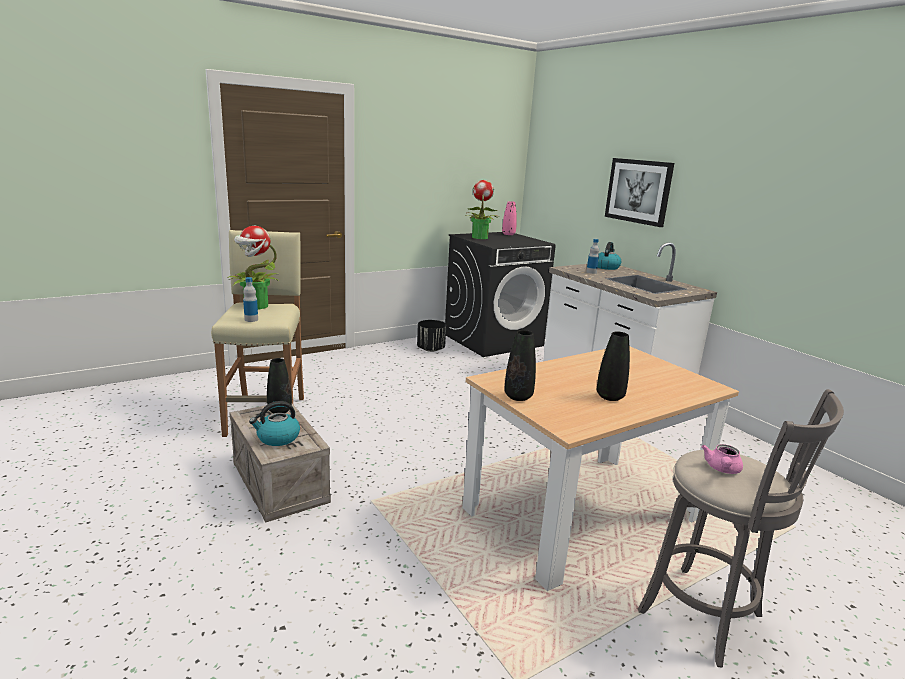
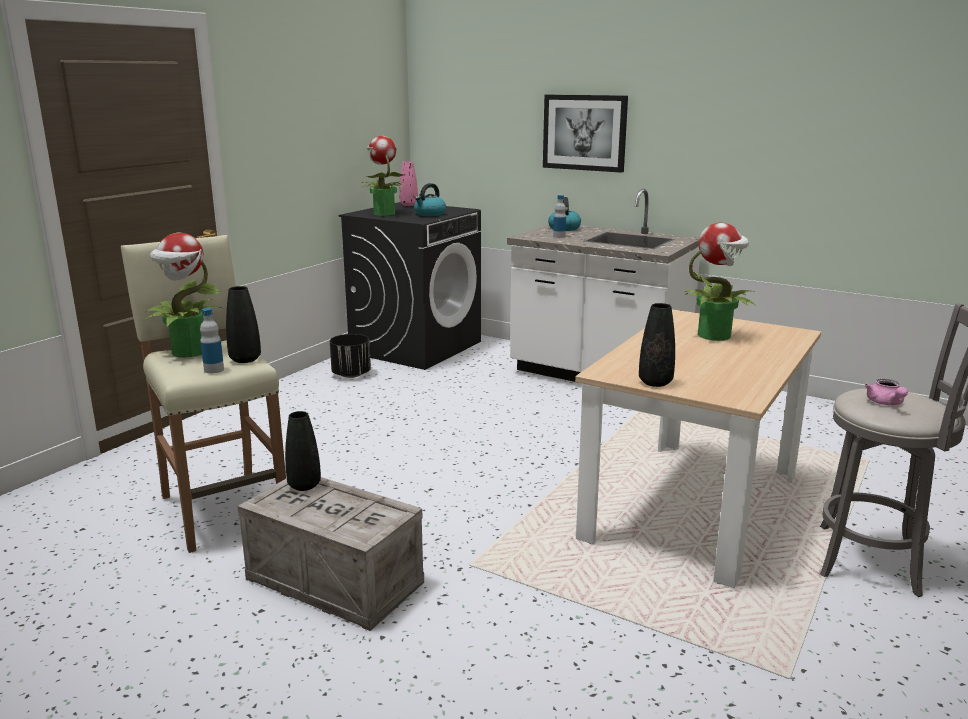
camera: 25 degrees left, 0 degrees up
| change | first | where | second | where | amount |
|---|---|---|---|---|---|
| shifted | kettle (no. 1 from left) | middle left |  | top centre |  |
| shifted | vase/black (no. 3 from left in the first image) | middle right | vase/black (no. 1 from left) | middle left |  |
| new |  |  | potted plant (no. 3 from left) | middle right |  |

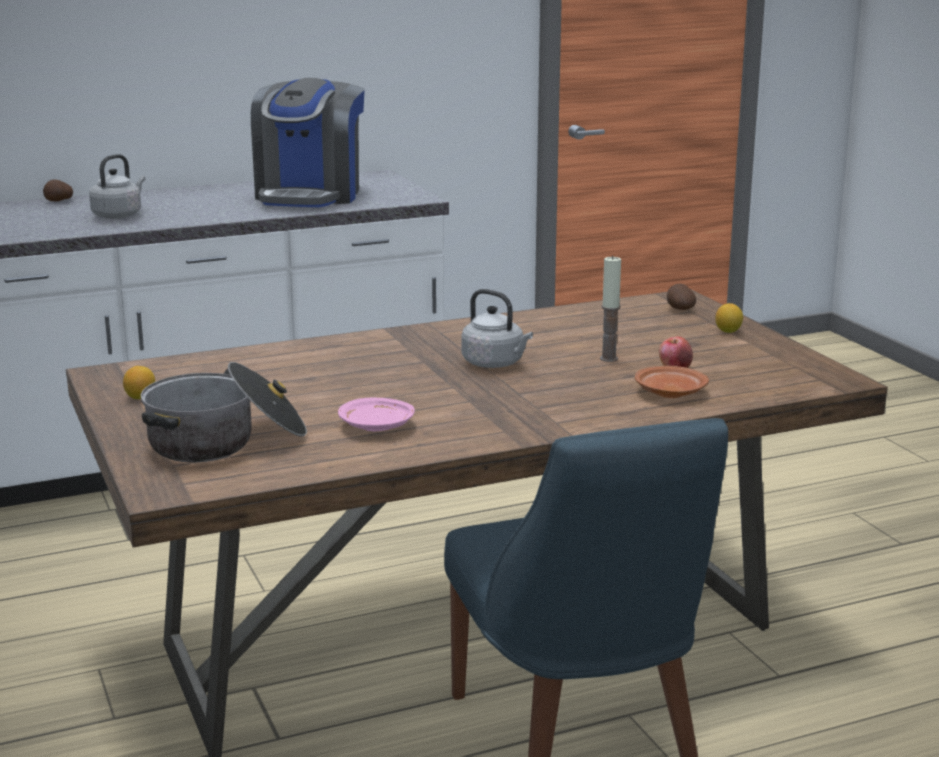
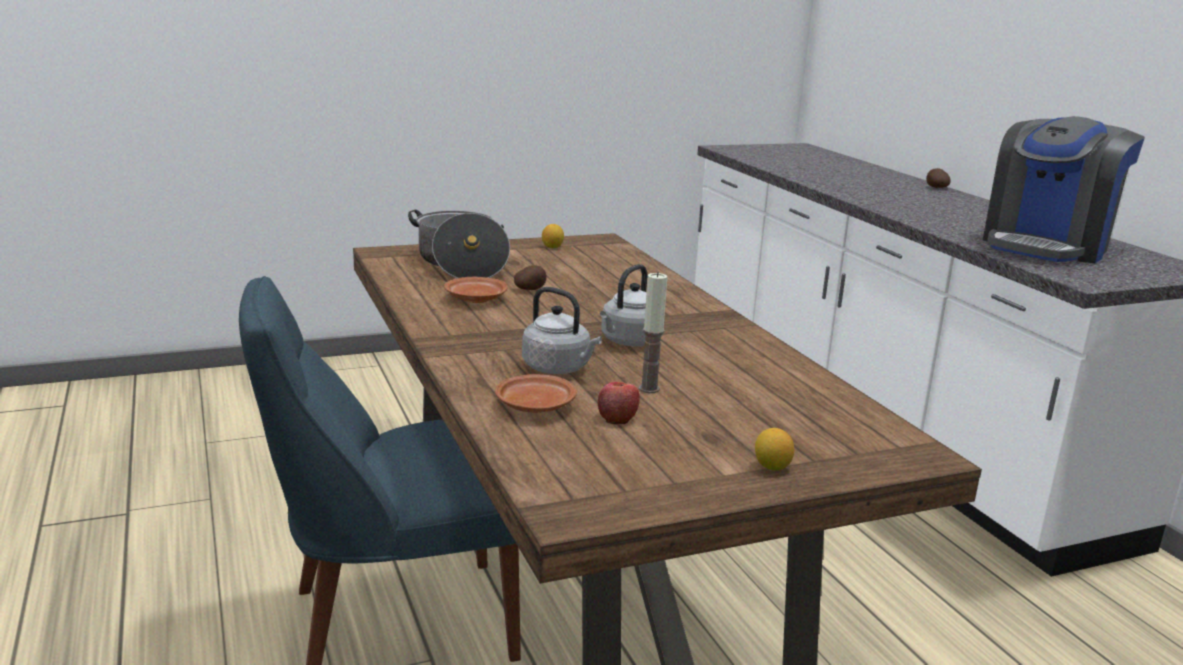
camera: 90 degrees right, 0 degrees up
| change | first | where | second | where | amount |
|---|---|---|---|---|---|
| shifted | kettle/grey (no. 1 from left) | top left |  | centre |  |
| rotated | coffee machine | top left |  | top right | 60 degrees counterclockwise |
| repainted | plate/pink | centre | plate/brown (no. 1 from left) | centre |  |
| shifted | potato (no. 2 from left in the first image) | middle right | potato (no. 1 from left) | centre |  |

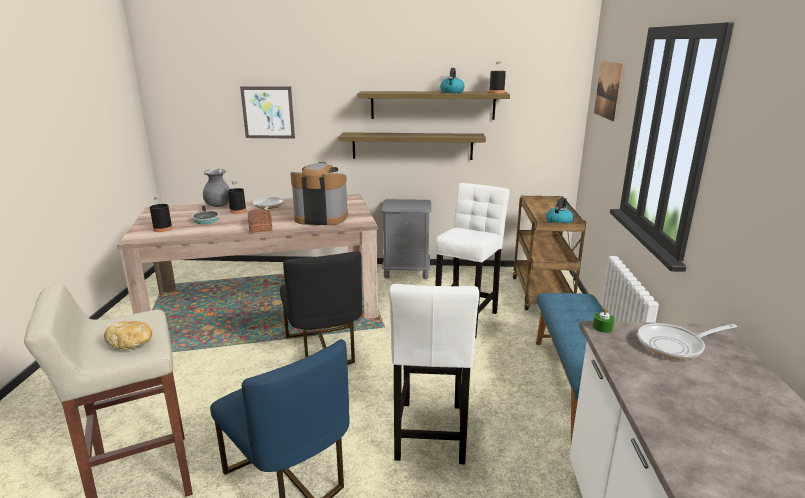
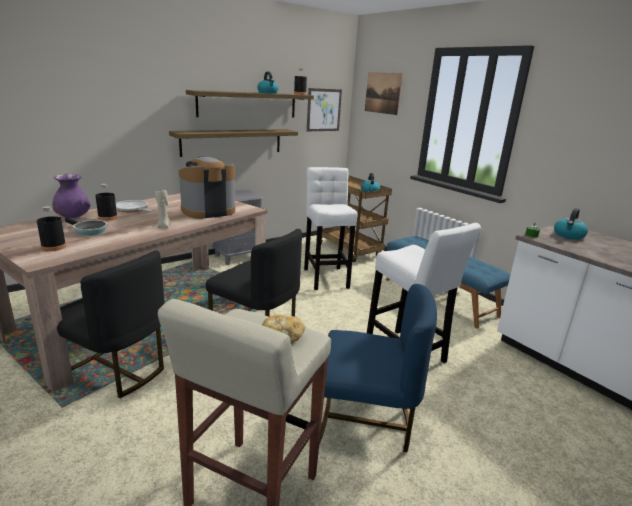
camera: 40 degrees left, 0 degrees up
| change | first | where | second | where | amount |
|---|---|---|---|---|---|
| repainted | vase/grey | middle left | vase/purple | middle left |  |
| shifted | picture (no. 1 from left) | top left |  | top centre |  |
| swapped | bread (no. 2 from left) | middle left | candle/beige | middle left |  |
| swapped | frying pan (no. 3 from left) | bottom right | kettle (no. 3 from left) | middle right |  |
| new |  |  | chair/black (no. 1 from left) | middle left |  |

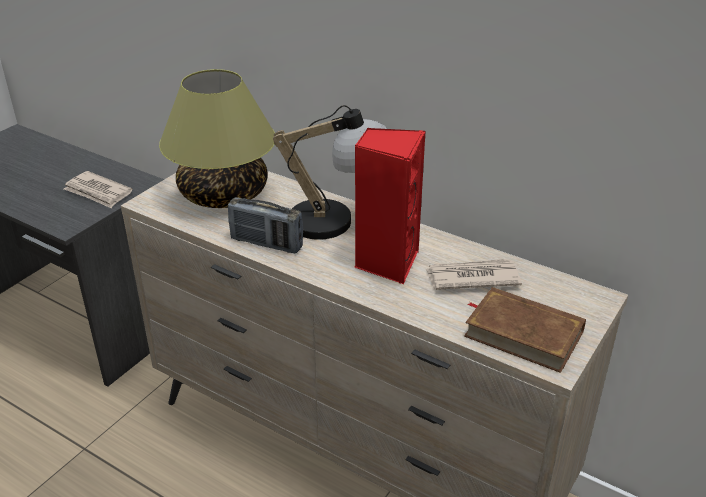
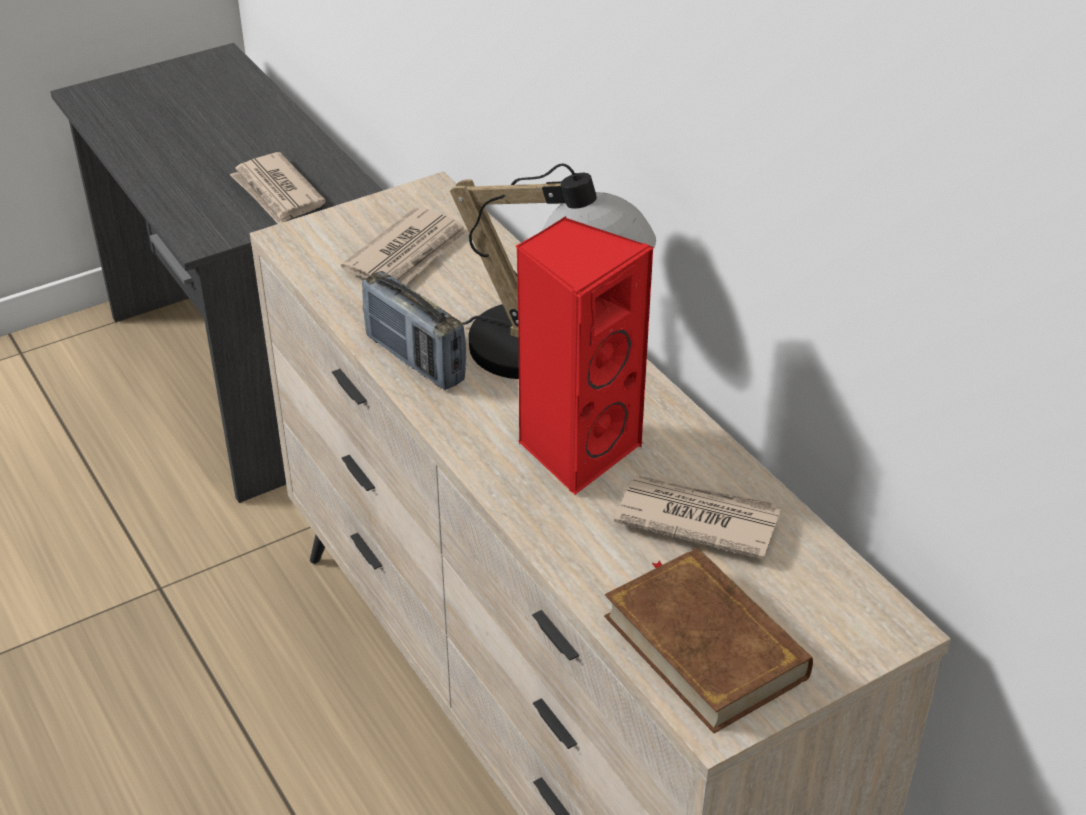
camera: 25 degrees right, 5 degrees up
| change | first | where | second | where | amount |
|---|---|---|---|---|---|
| swapped | table lamp (no. 1 from left) | top left | newspaper (no. 2 from left) | top centre |  |

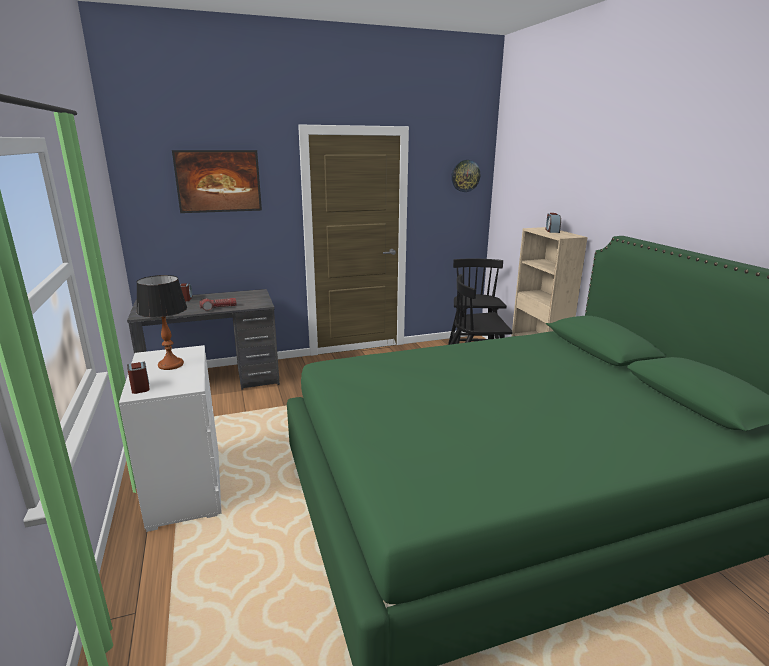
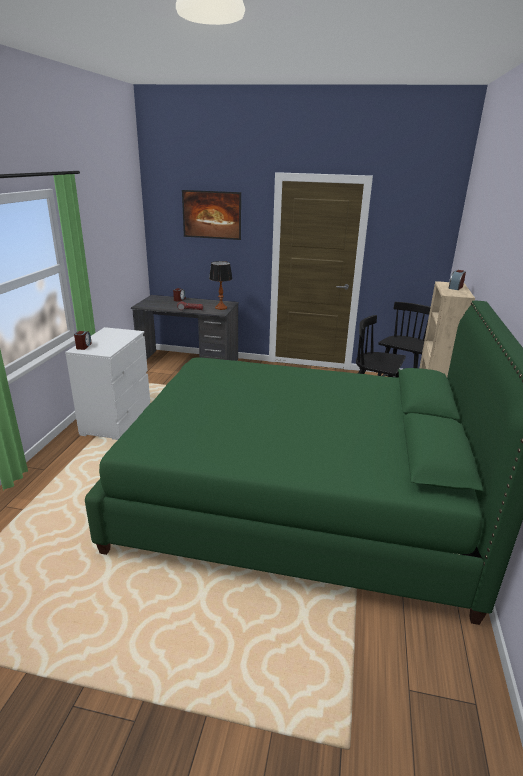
camera: 30 degrees right, 5 degrees up
| change | first | where | second | where | amount |
|---|---|---|---|---|---|
| shifted | table lamp | middle left |  | centre |  |
| gone | wall clock | top centre |  |  |  |

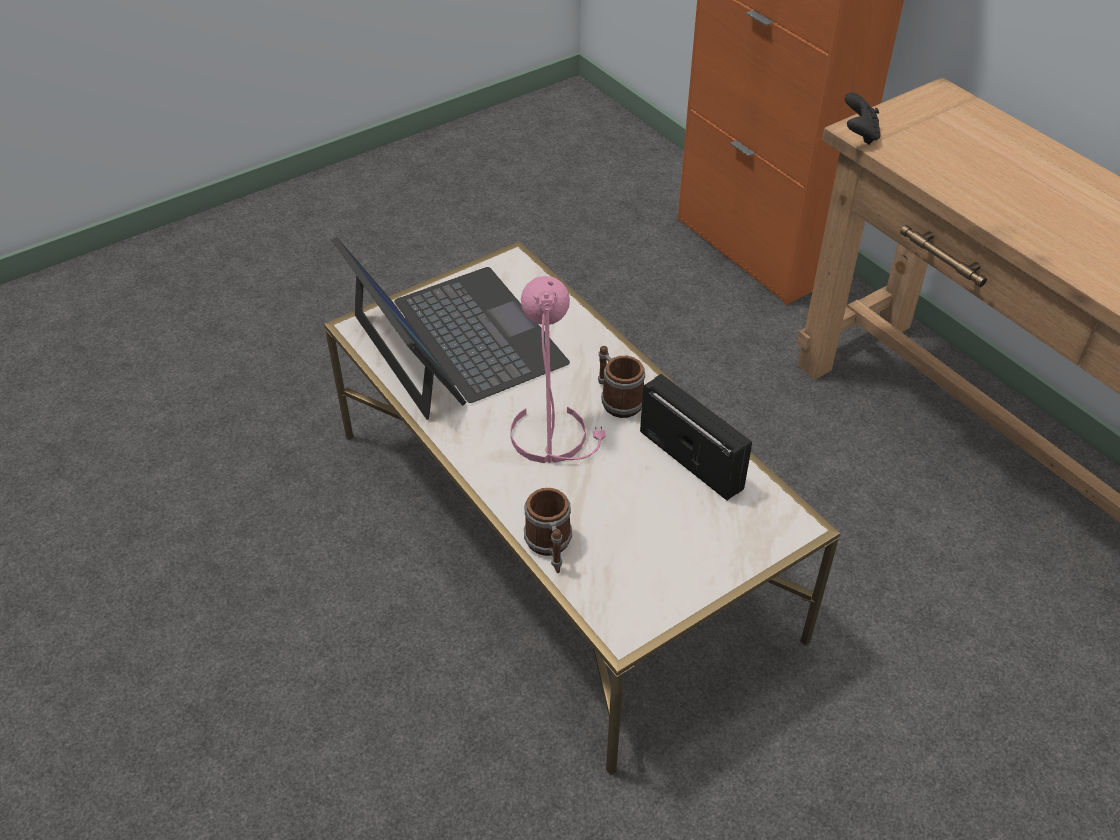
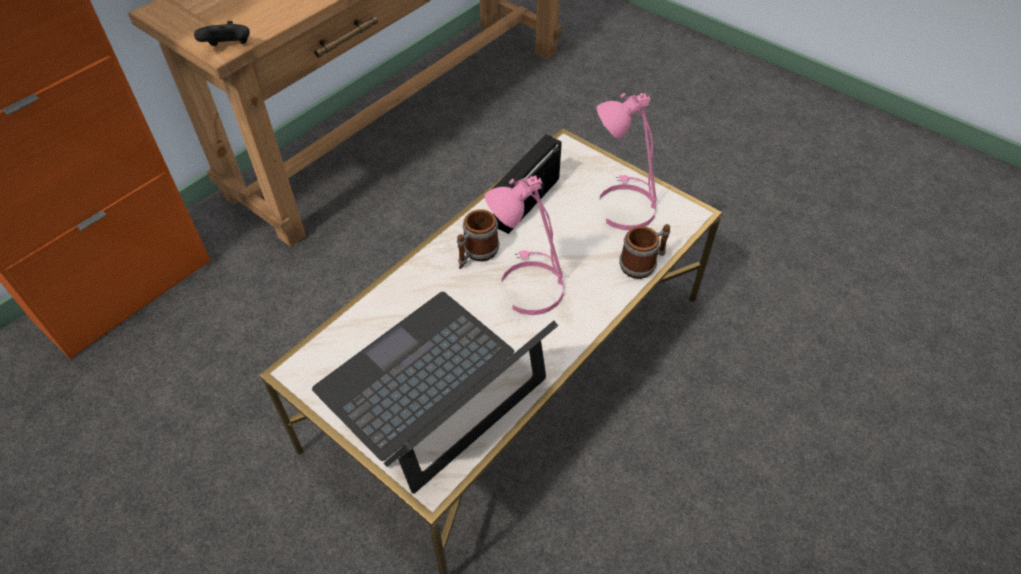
camera: 105 degrees left, 5 degrees up
| change | first | where | second | where | amount |
|---|---|---|---|---|---|
| new |  |  | table lamp/pink (no. 2 from left) | top centre |  |

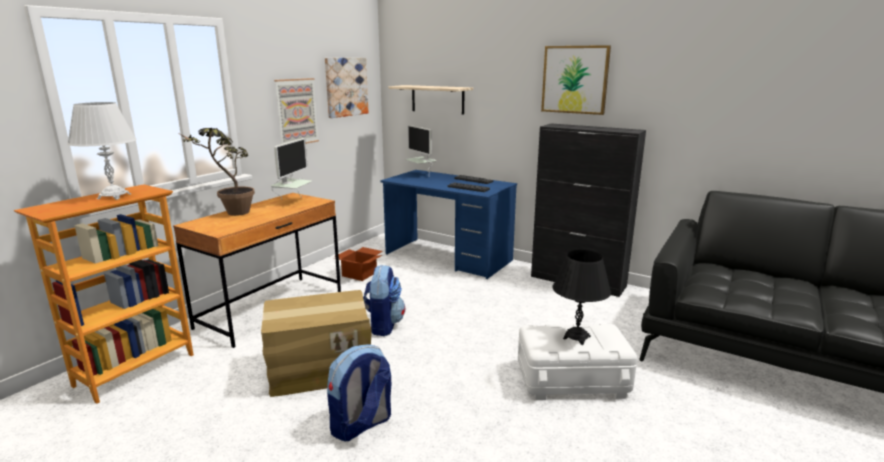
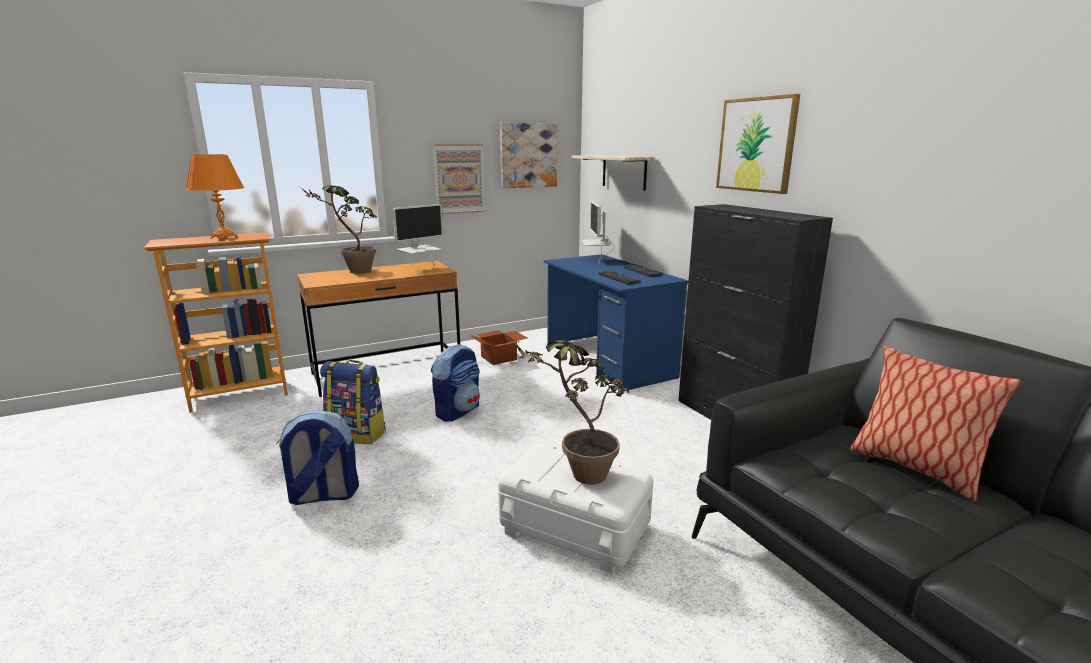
camera: 30 degrees right, 0 degrees up
| change | first | where | second | where | amount |
|---|---|---|---|---|---|
| repainted | table lamp/white | top left | table lamp/orange | top left |  |
| swapped | cardboard box (no. 1 from left) | bottom centre | backpack (no. 2 from left) | middle left |  |
| swapped | table lamp/black | centre | potted plant (no. 2 from left) | centre |  |
| new |  |  | pillow | middle right |  |

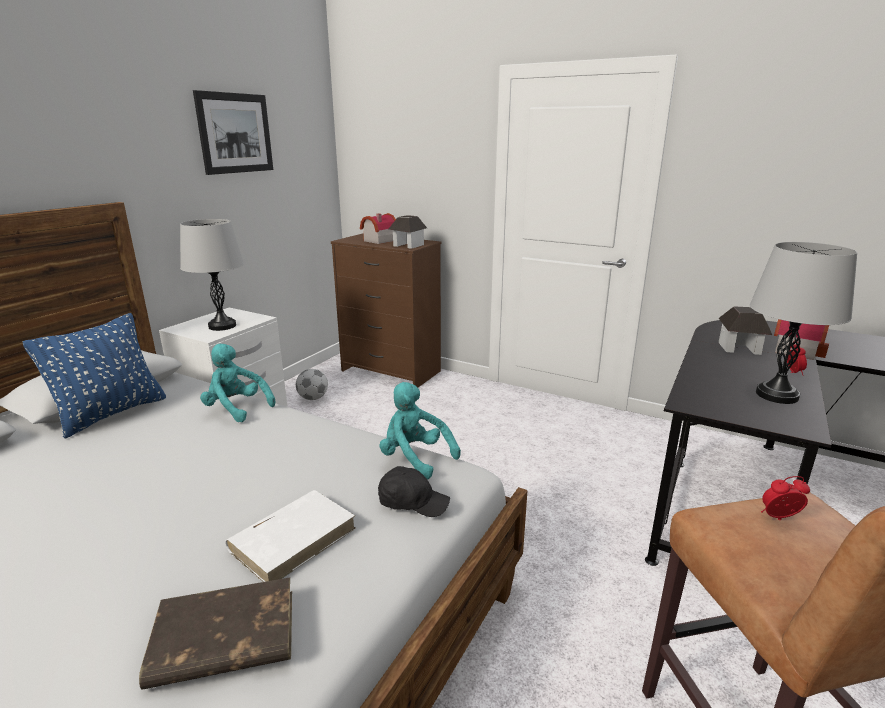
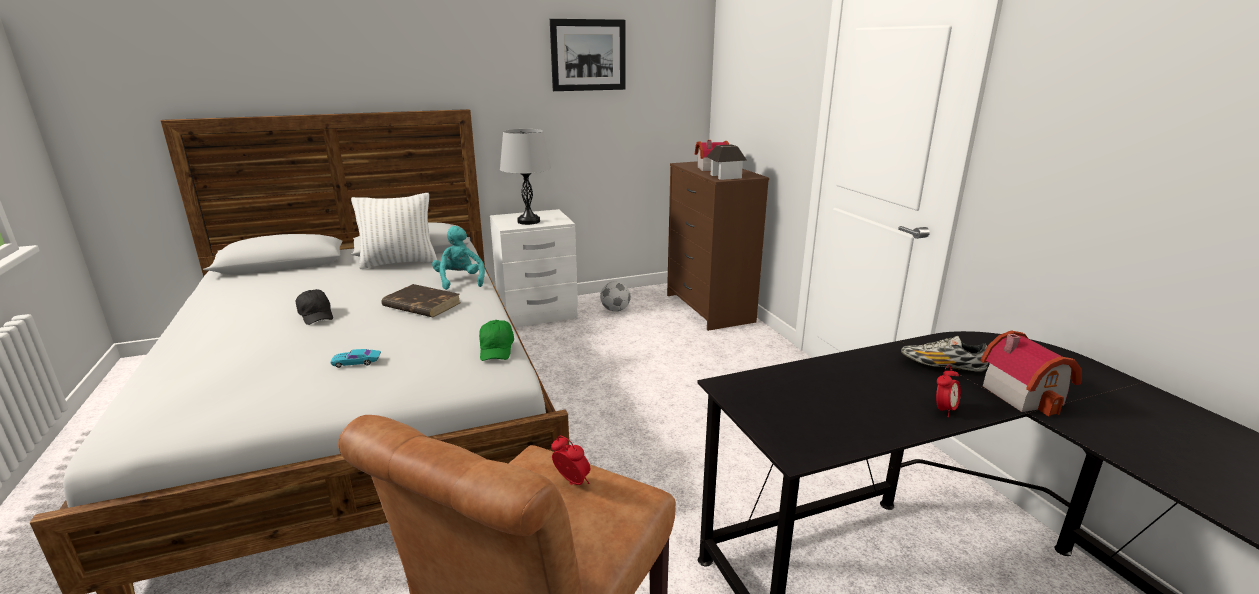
camera: 40 degrees right, 0 degrees up
| change | first | where | second | where | amount |
|---|---|---|---|---|---|
| repainted | pillow/blue | middle left | pillow/white | middle left |  |
| shifted | book/brown | bottom left |  | centre |  |
| swapped | book/white | bottom left | toy car/turquoise | middle left |  |
| shifted | cap/black | bottom centre |  | middle left |  |
| swapped | plush toy/turquoise (no. 2 from left) | centre | cap/green | centre |  |
| swapped | toy house (no. 3 from left) | middle right | shoe | middle right |  |
| gone | table lamp/grey (no. 2 from left) | middle right |  |  |  |

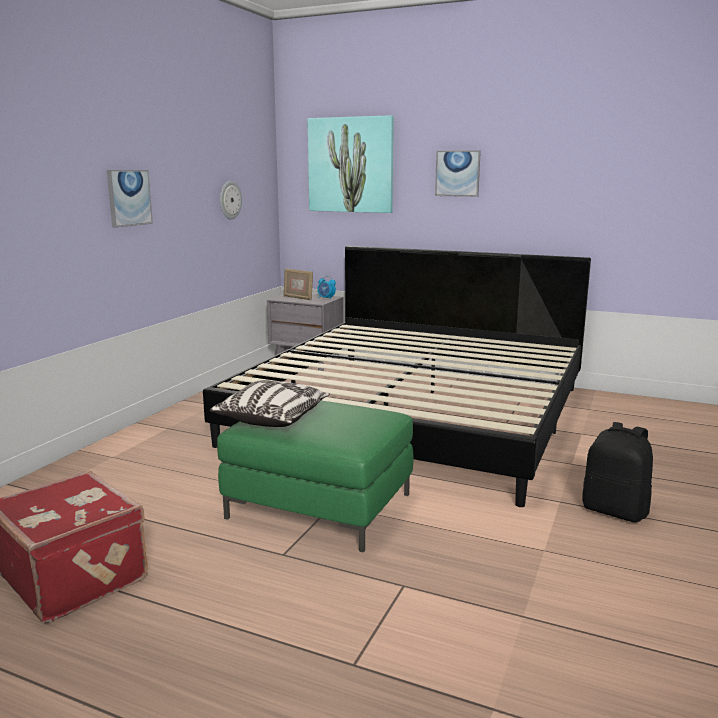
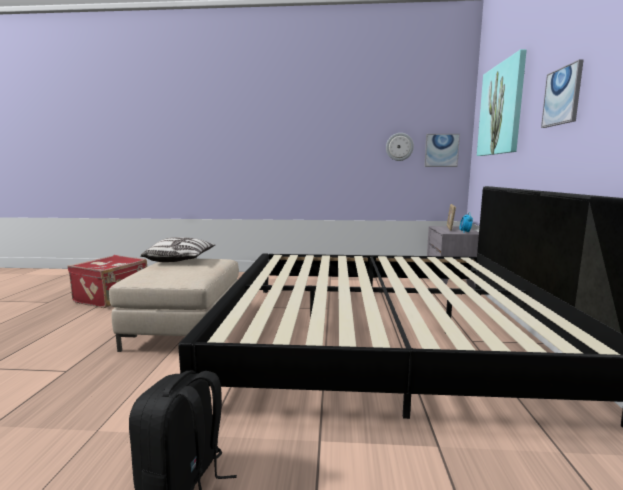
camera: 70 degrees right, 5 degrees down
| change | first | where | second | where | amount |
|---|---|---|---|---|---|
| shifted | picture (no. 1 from left) | top left |  | top right |  |
| repainted | ottoman/green | centre | ottoman/beige | middle left |  |

